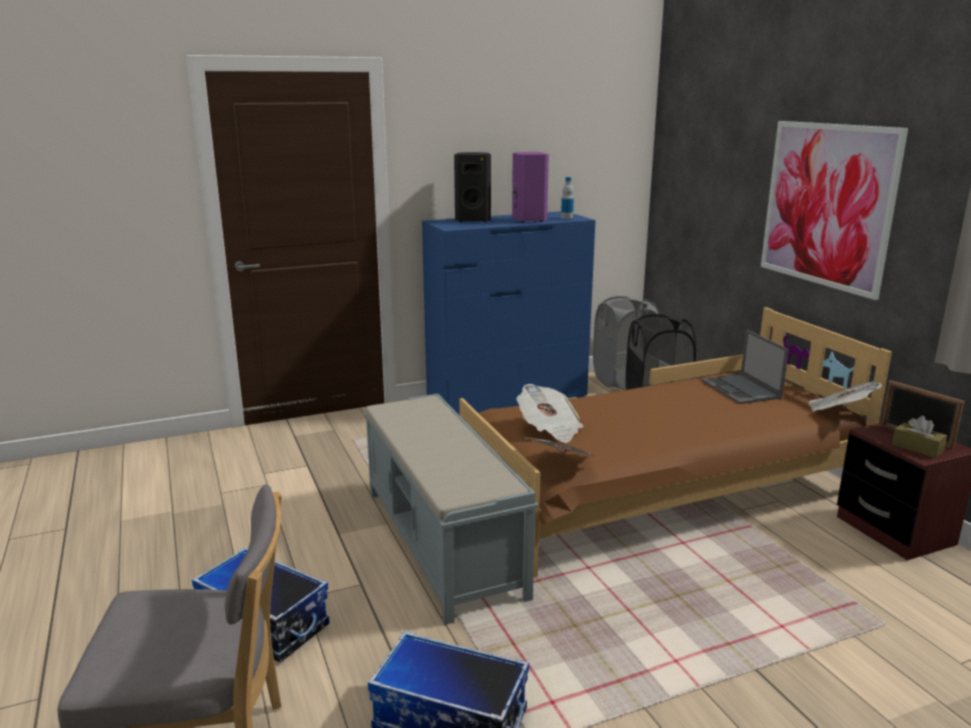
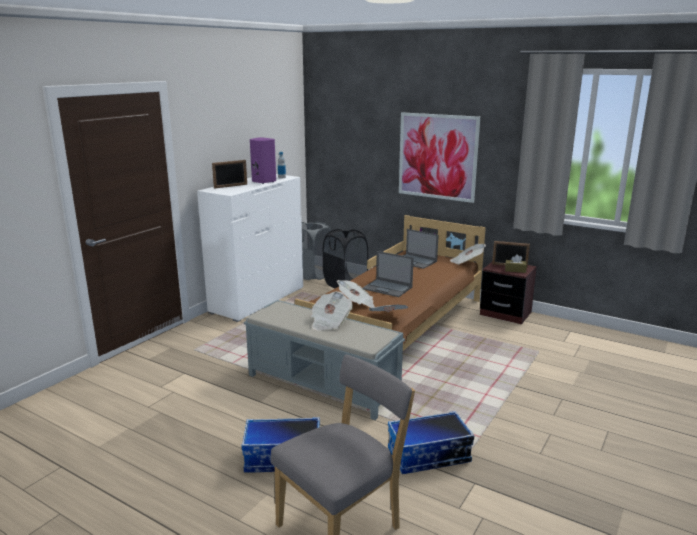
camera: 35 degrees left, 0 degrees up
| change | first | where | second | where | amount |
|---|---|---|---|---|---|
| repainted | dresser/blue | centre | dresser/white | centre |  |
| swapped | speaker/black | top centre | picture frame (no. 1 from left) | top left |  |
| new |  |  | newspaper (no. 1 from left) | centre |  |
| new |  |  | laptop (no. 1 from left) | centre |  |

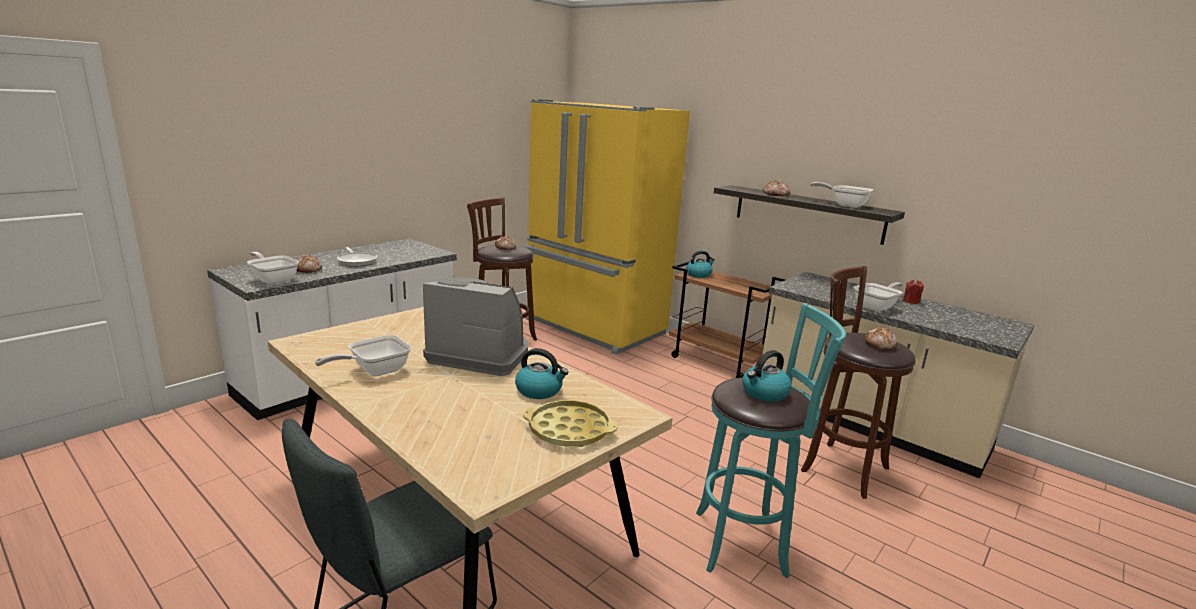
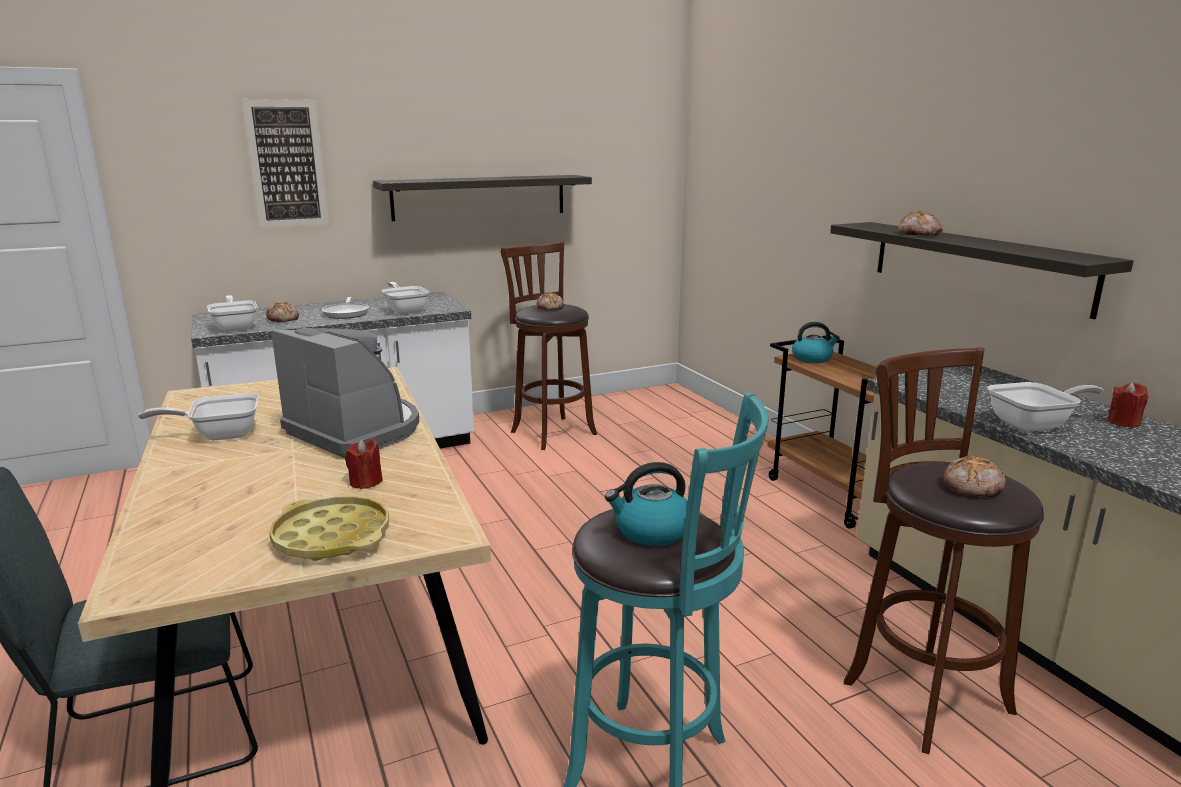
camera: 25 degrees right, 0 degrees up
| change | first | where | second | where | amount |
|---|---|---|---|---|---|
| swapped | kettle (no. 1 from left) | centre | candle/red (no. 1 from left) | middle left |  |
| gone | fridge/yellow | centre |  |  |  |
| shifted | frying pan (no. 4 from left) | top right |  | centre |  |
| new |  |  | picture | top left |  |
| new |  |  | shelf (no. 1 from left) | top centre |  |

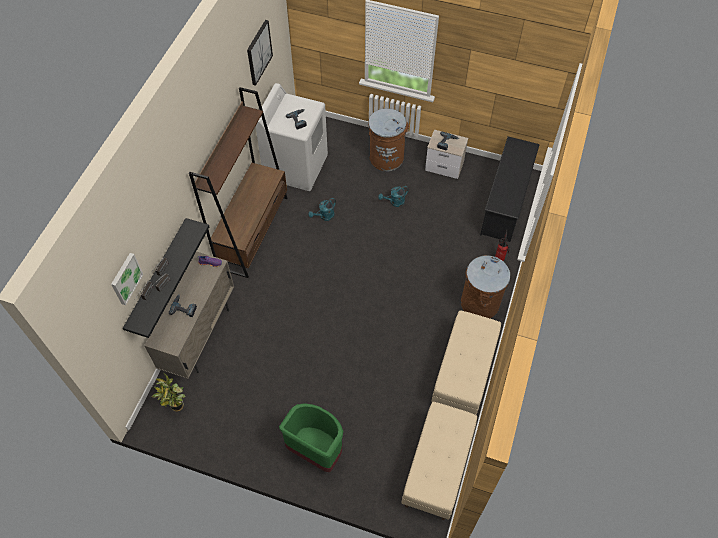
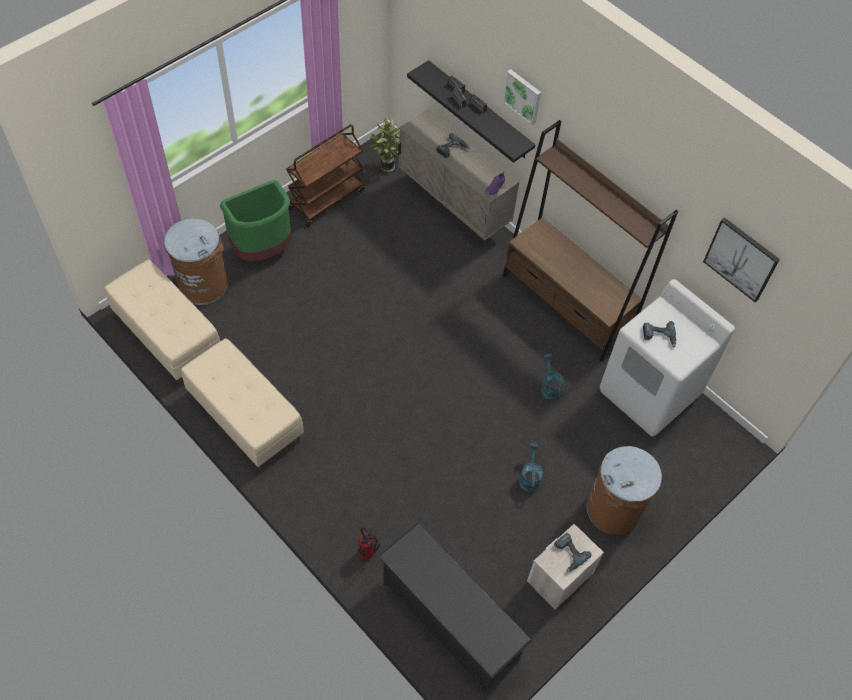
camera: 115 degrees right, 0 degrees up
| change | first | where | second | where | amount |
|---|---|---|---|---|---|
| shifted | picture (no. 1 from left) | middle left |  | top centre |  |
| shifted | trash can/brown (no. 2 from left in the first image) | middle right | trash can/brown (no. 1 from left) | middle left |  |
| new |  |  | cart/brown | top centre |  |

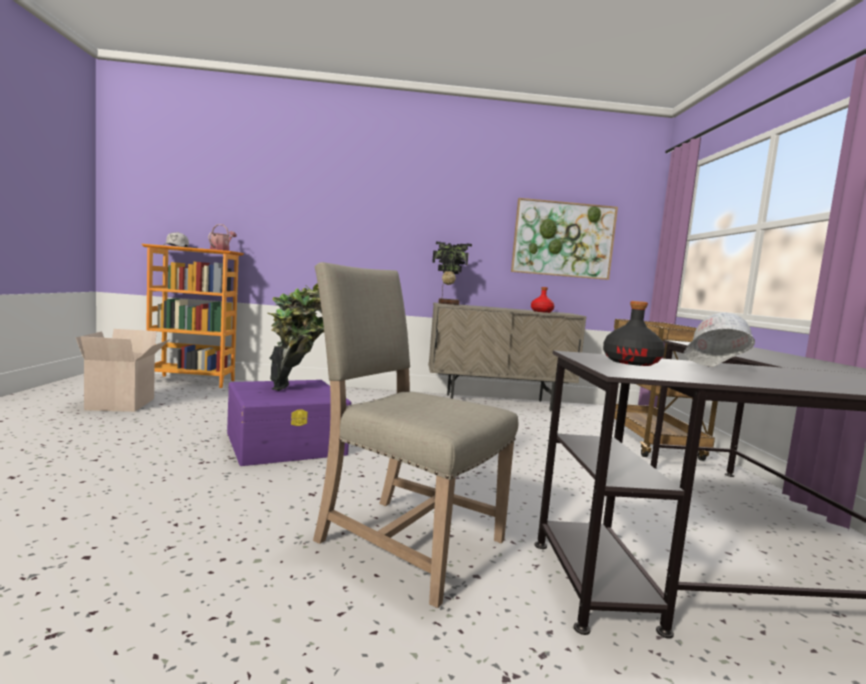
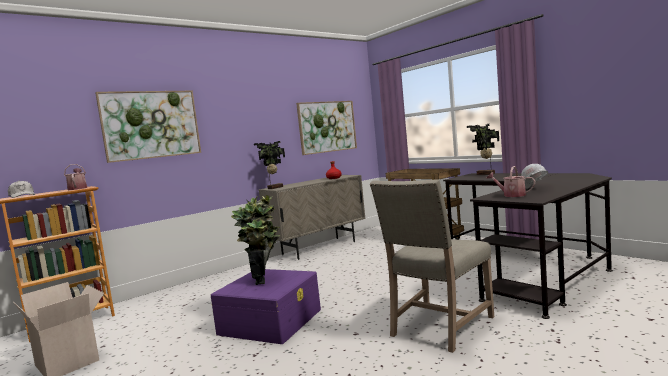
camera: 35 degrees left, 0 degrees up
| change | first | where | second | where | amount |
|---|---|---|---|---|---|
| rotated | chair/beige | centre |  | bottom centre | 45 degrees counterclockwise |
| swapped | bottle/black | middle right | watering can (no. 2 from left) | middle right |  |
| new |  |  | picture (no. 1 from left) | middle left |  |
| new |  |  | potted plant (no. 3 from left) | middle right |  |

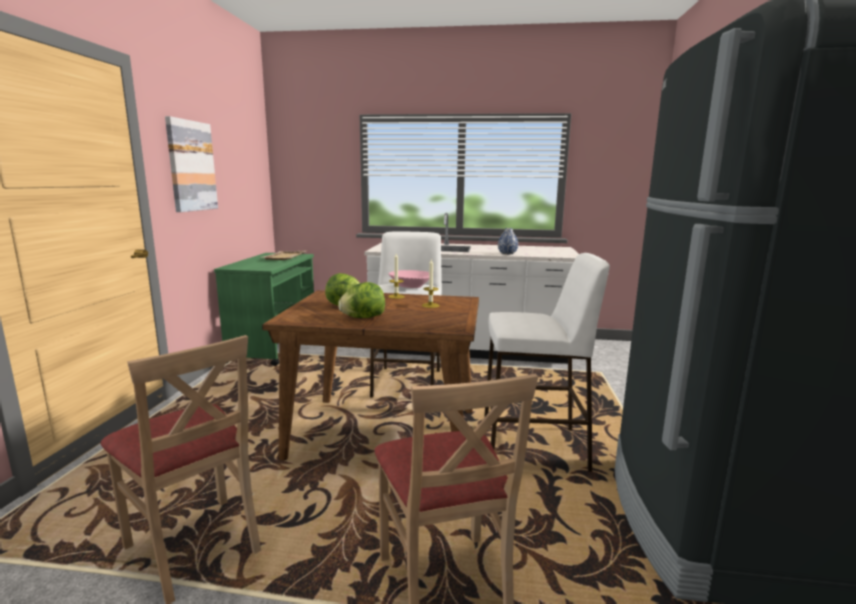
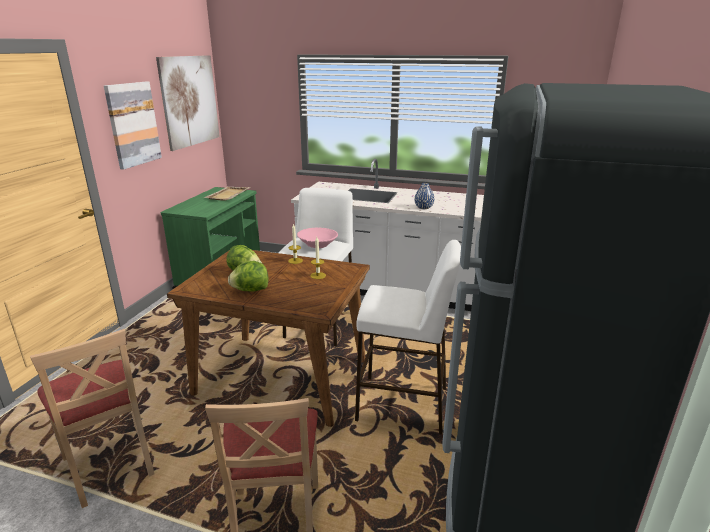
camera: 10 degrees right, 10 degrees up
| change | first | where | second | where | amount |
|---|---|---|---|---|---|
| new |  |  | picture (no. 2 from left) | top left |  |

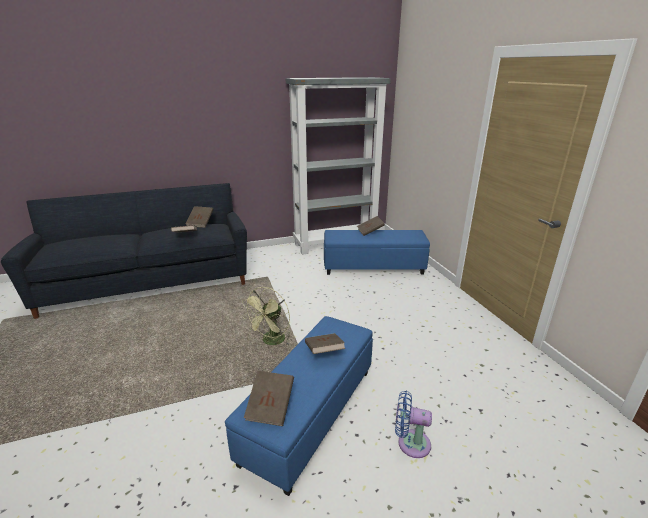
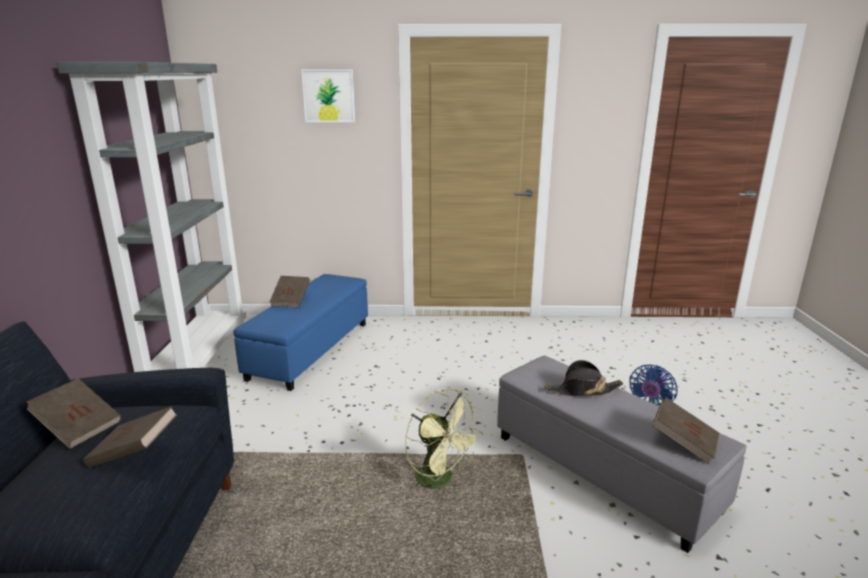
camera: 70 degrees left, 5 degrees down
| change | first | where | second | where | amount |
|---|---|---|---|---|---|
| repainted | ottoman/blue (no. 1 from left) | bottom centre | ottoman/grey | bottom right |  |
| swapped | book/brown (no. 4 from left) | centre | hat/black | middle right |  |
| new |  |  | picture | top centre |  |

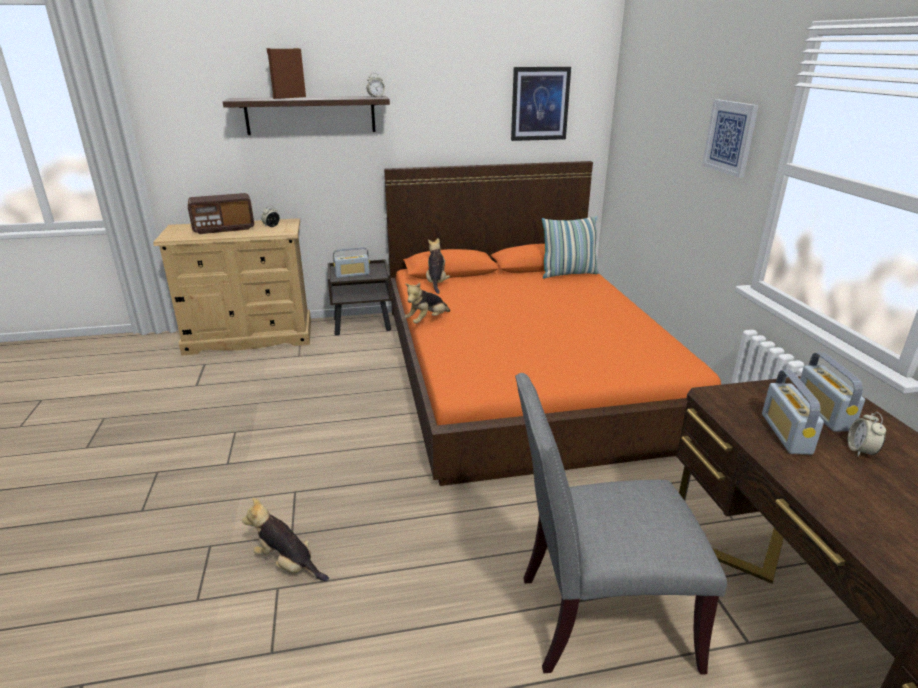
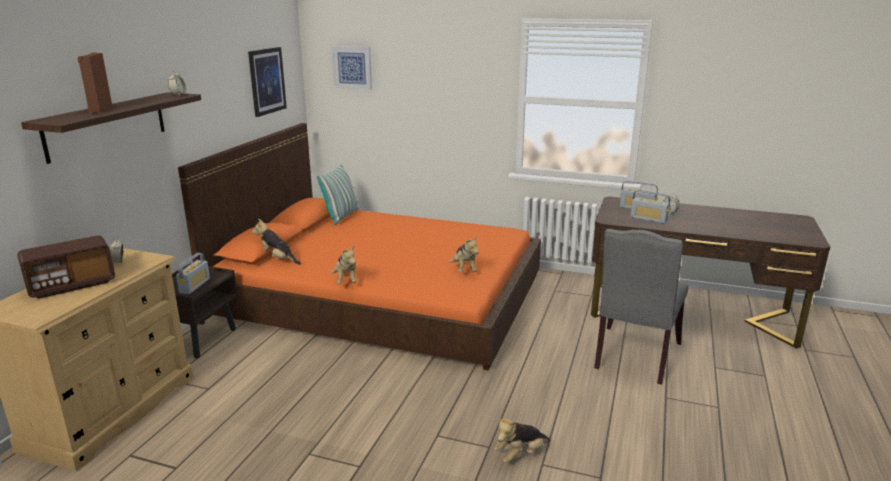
camera: 60 degrees left, 5 degrees down
| change | first | where | second | where | amount |
|---|---|---|---|---|---|
| rotated | radio (no. 1 from left) | top left |  | middle left | 45 degrees clockwise |
| shifted | picture (no. 2 from left) | top right |  | top centre |  |
| new |  |  | plush toy (no. 3 from left) | centre |  |

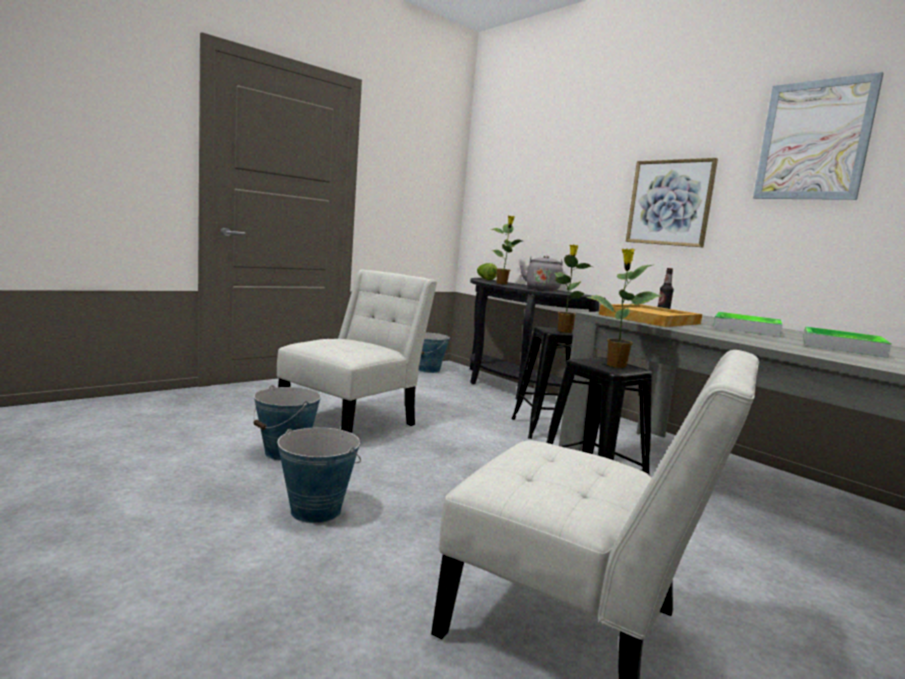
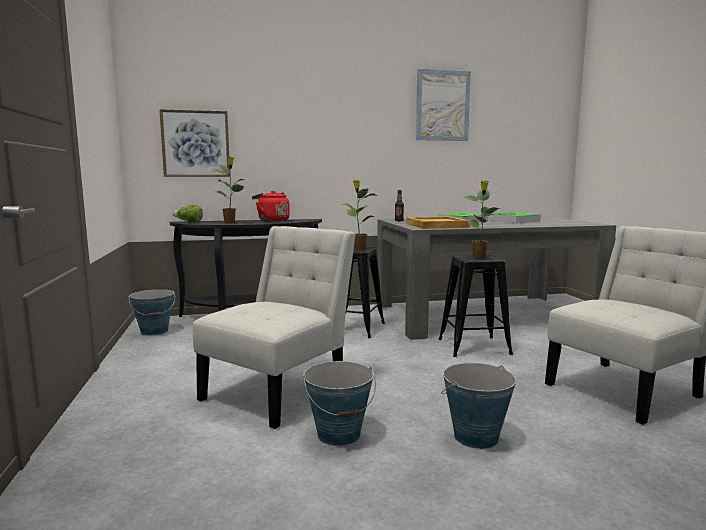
camera: 60 degrees left, 0 degrees up
| change | first | where | second | where | amount |
|---|---|---|---|---|---|
| rotated | chair/white (no. 1 from left) | centre |  | centre | 60 degrees clockwise |
| repainted | kettle/grey | centre | kettle/red | centre |  |
| shifted | picture (no. 1 from left) | top right |  | top left |  |

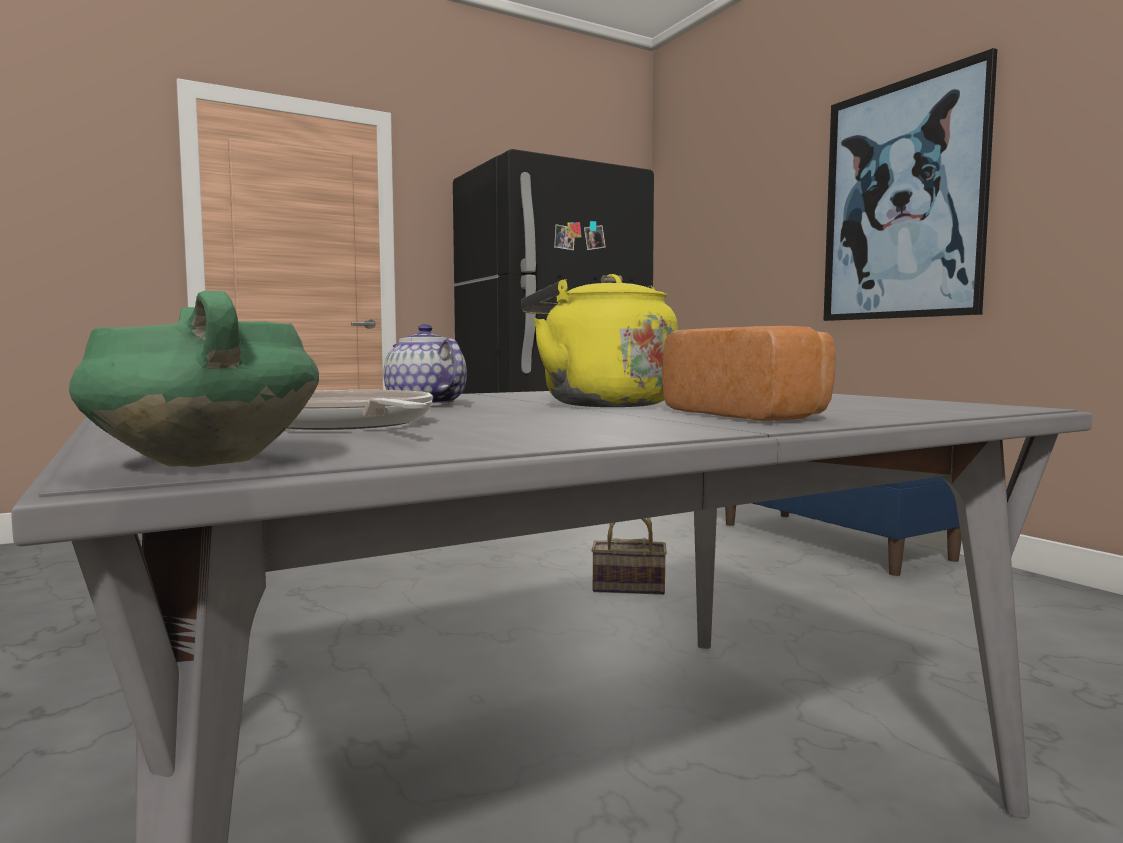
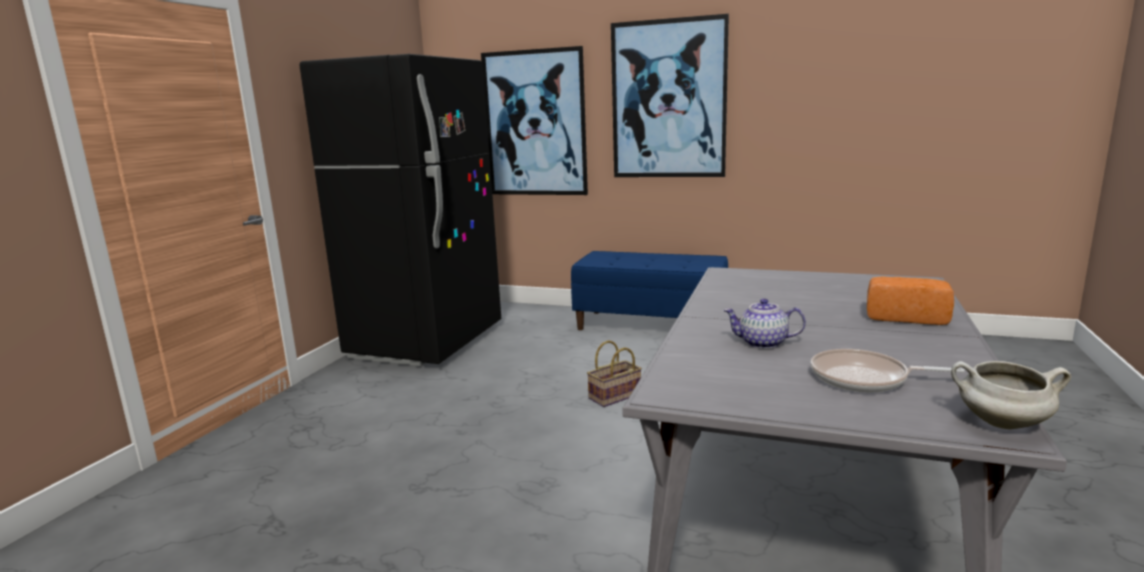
camera: 40 degrees left, 10 degrees up
| change | first | where | second | where | amount |
|---|---|---|---|---|---|
| repainted | cooking pot/green | middle left | cooking pot/white | bottom right |  |
| gone | kettle/yellow | centre |  |  |  |
| new |  |  | picture (no. 1 from left) | top centre |  |

